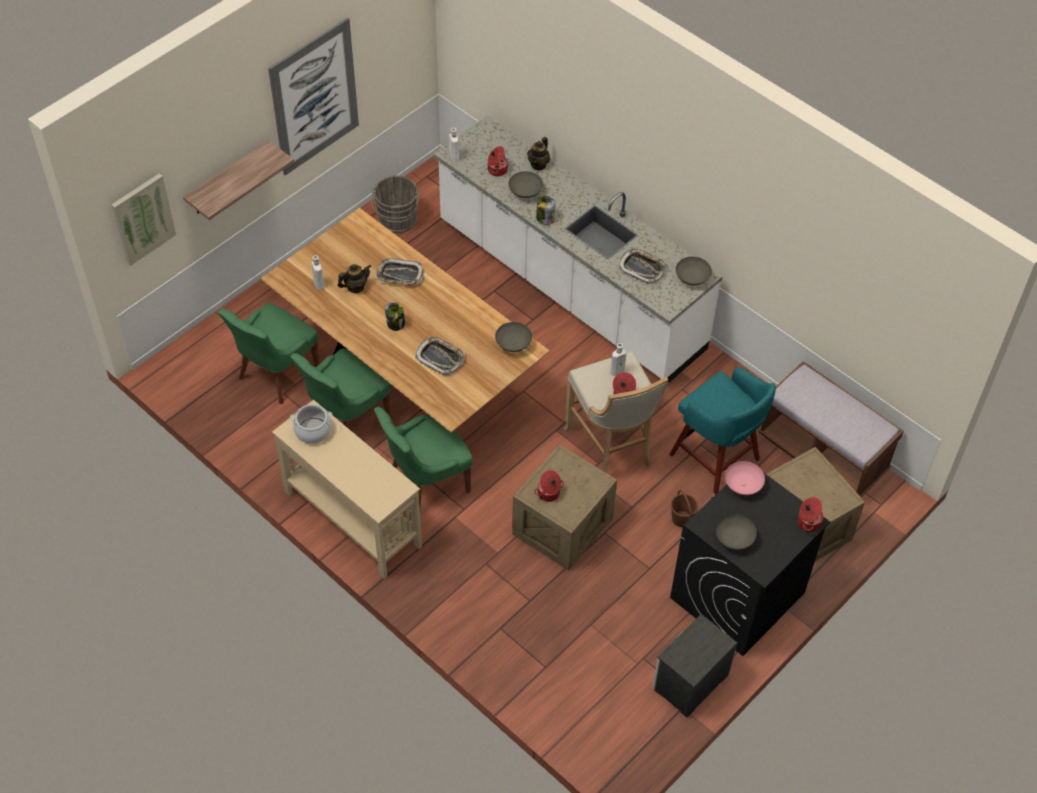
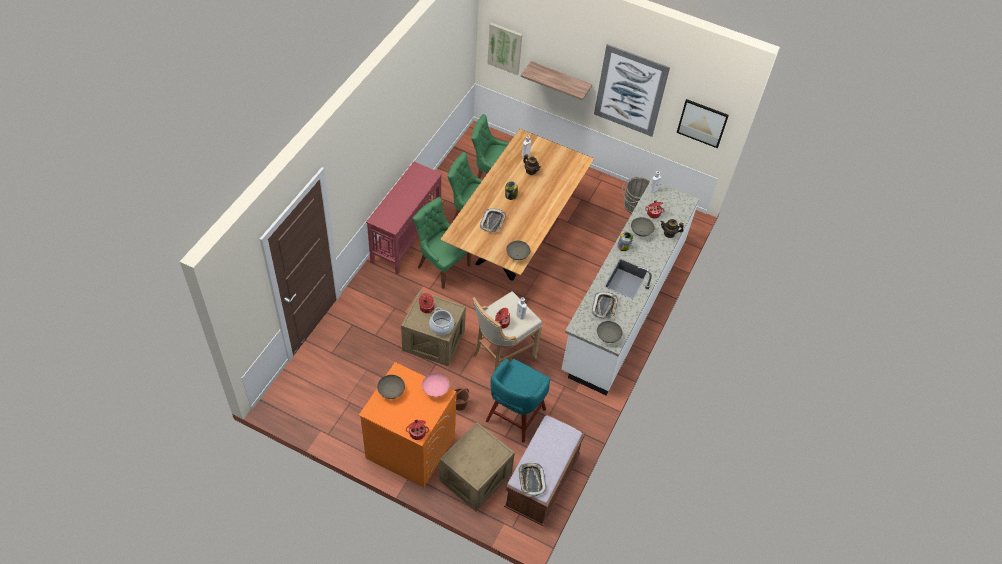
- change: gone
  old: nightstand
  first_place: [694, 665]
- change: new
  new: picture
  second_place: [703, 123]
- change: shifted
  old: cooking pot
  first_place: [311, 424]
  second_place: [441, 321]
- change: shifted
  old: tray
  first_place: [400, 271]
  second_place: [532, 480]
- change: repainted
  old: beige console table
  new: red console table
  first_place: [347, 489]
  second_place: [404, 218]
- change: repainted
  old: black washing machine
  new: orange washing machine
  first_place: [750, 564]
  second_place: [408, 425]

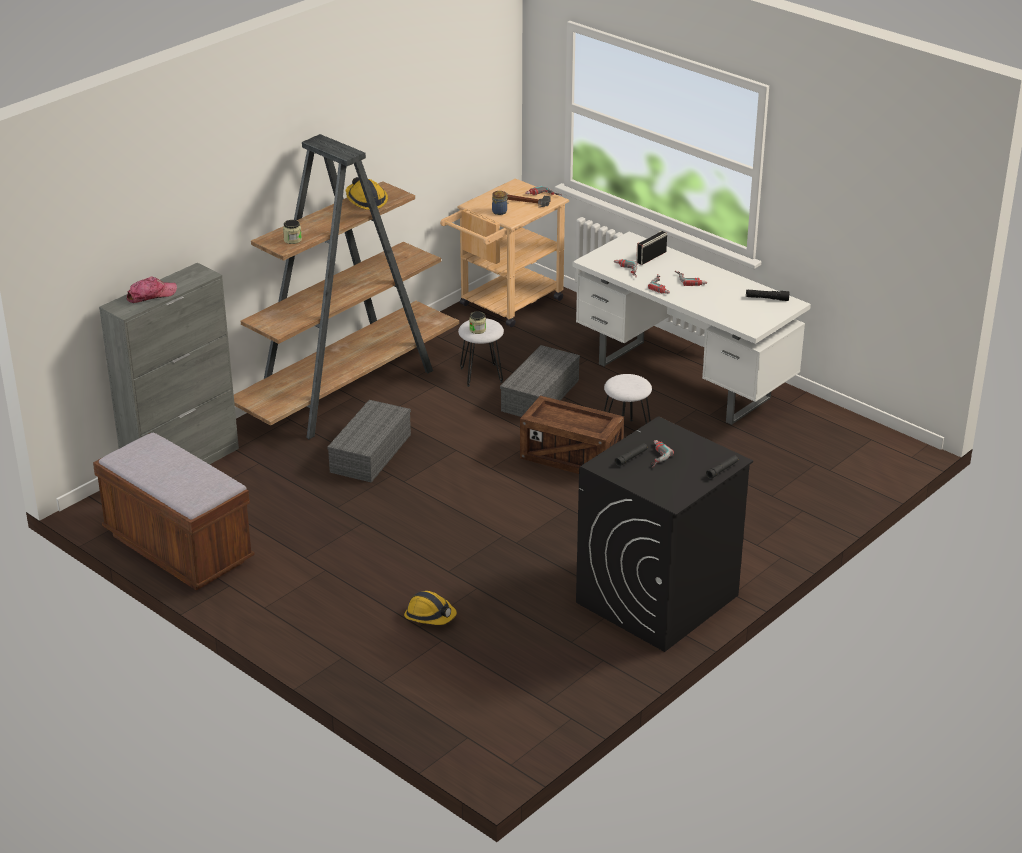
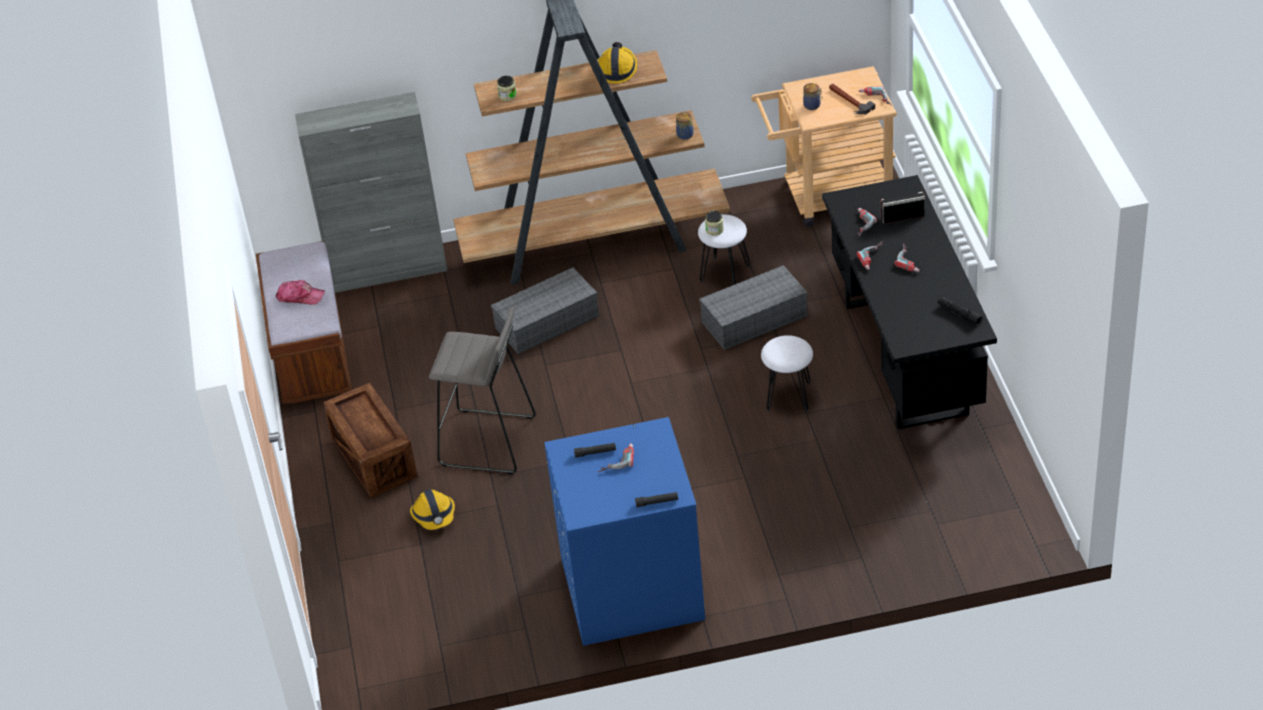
- change: new
  new: grey stool
  second_place: [482, 390]
- change: new
  new: jar
  second_place: [685, 126]
- change: shifted
  old: cap
  first_place: [152, 290]
  second_place: [300, 292]
- change: shifted
  old: crate
  first_place: [572, 435]
  second_place: [370, 440]
- change: repainted
  old: white desk
  new: black desk
  first_place: [691, 328]
  second_place: [909, 302]
- change: repainted
  old: black washing machine
  new: blue washing machine
  first_place: [664, 534]
  second_place: [624, 531]

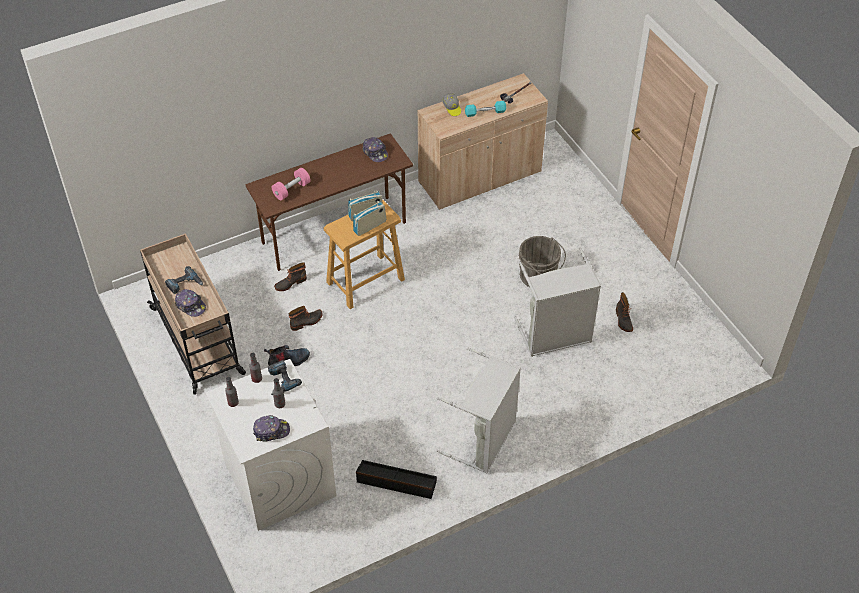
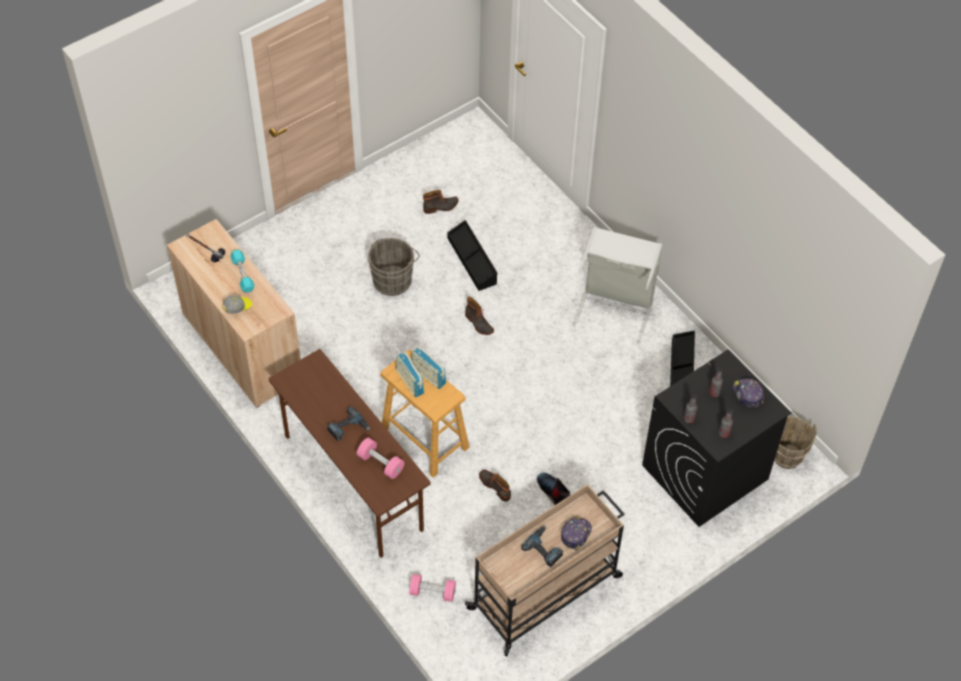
- change: gone
  old: cap
  first_place: [375, 149]
- change: new
  new: pink dumbbell
  second_place: [432, 588]
- change: new
  new: brown bucket
  second_place: [796, 443]
- change: shifted
  old: power drill
  first_place: [285, 377]
  second_place: [348, 423]
- change: shifted
  old: boot
  first_place: [290, 276]
  second_place: [479, 315]
- change: swapped
  old: grey laundry basket
  new: black storage box
  first_place: [557, 302]
  second_place: [472, 255]
- change: repainted
  old: white washing machine
  new: black washing machine
  first_place: [270, 445]
  second_place: [717, 438]

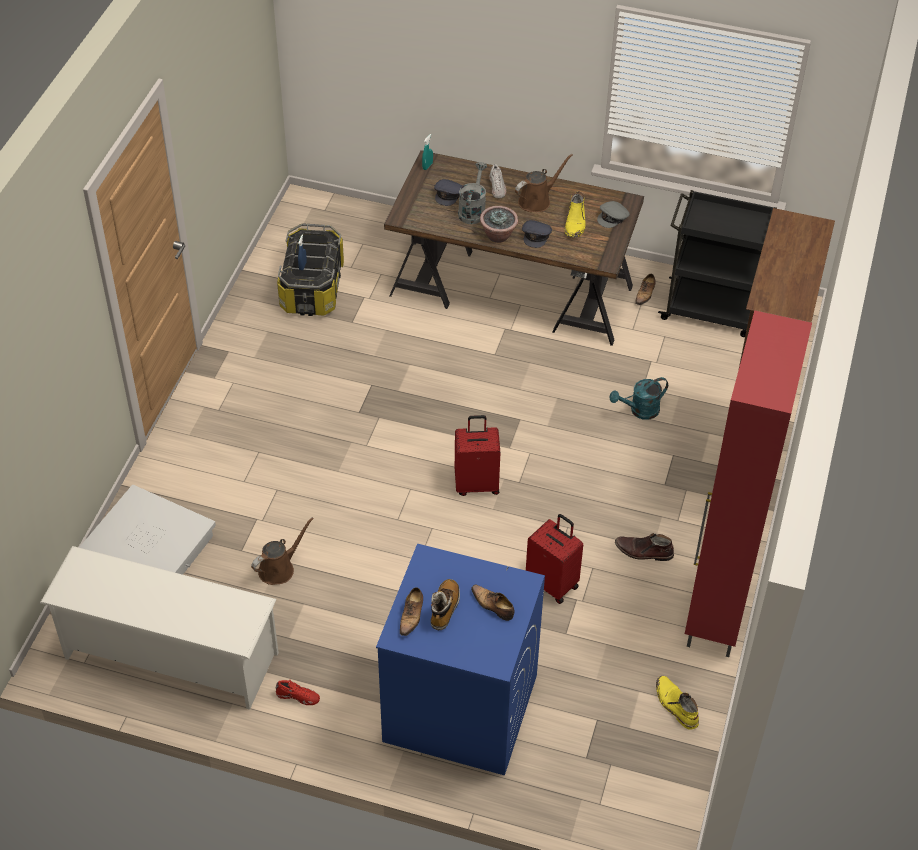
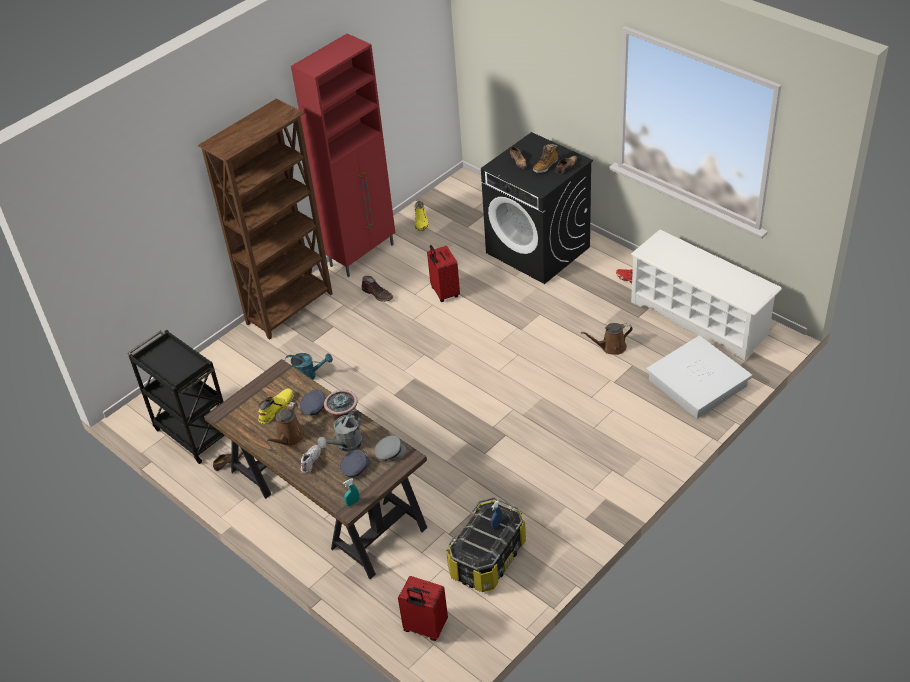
- change: shifted
  old: red suitcase
  first_place: [477, 455]
  second_place: [423, 608]
- change: shifted
  old: grey cap
  first_place: [613, 214]
  second_place: [390, 448]
- change: repainted
  old: blue washing machine
  new: black washing machine
  first_place: [460, 659]
  second_place: [537, 208]
- change: rotated
  old: brown watering can
  first_place: [544, 183]
  second_place: [285, 424]
  degrees: -60

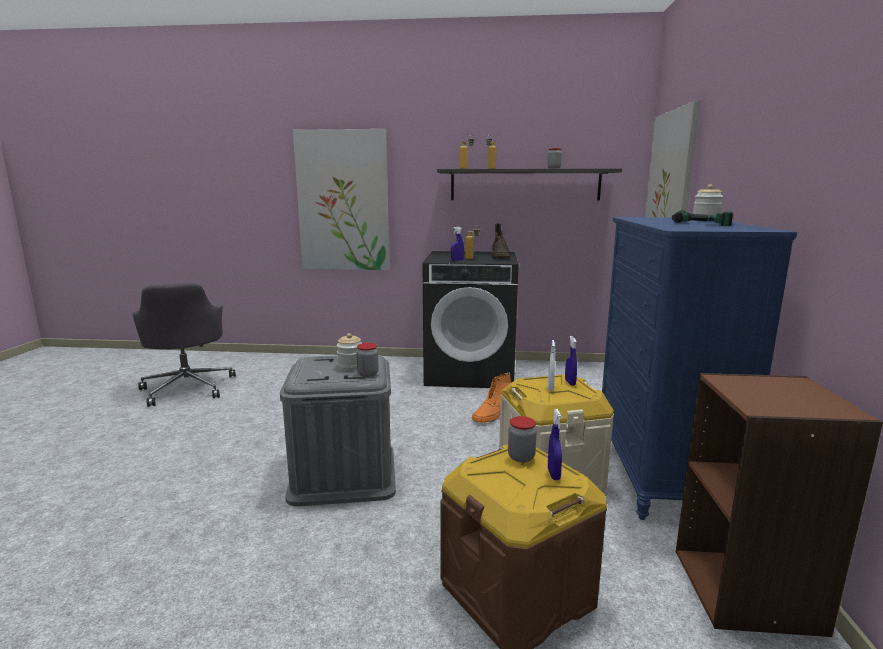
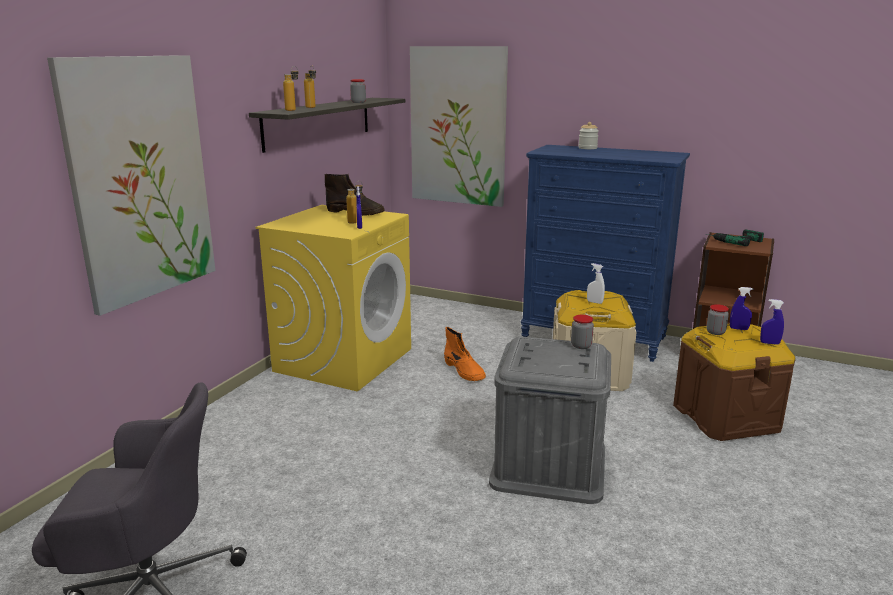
- change: gone
  old: jar
  first_place: [349, 352]
- change: shifted
  old: blue spray bottle
  first_place: [571, 361]
  second_place: [772, 322]
- change: shifted
  old: power drill
  first_place: [702, 218]
  second_place: [735, 238]
- change: repainted
  old: black washing machine
  new: yellow washing machine
  first_place: [471, 319]
  second_place: [333, 298]

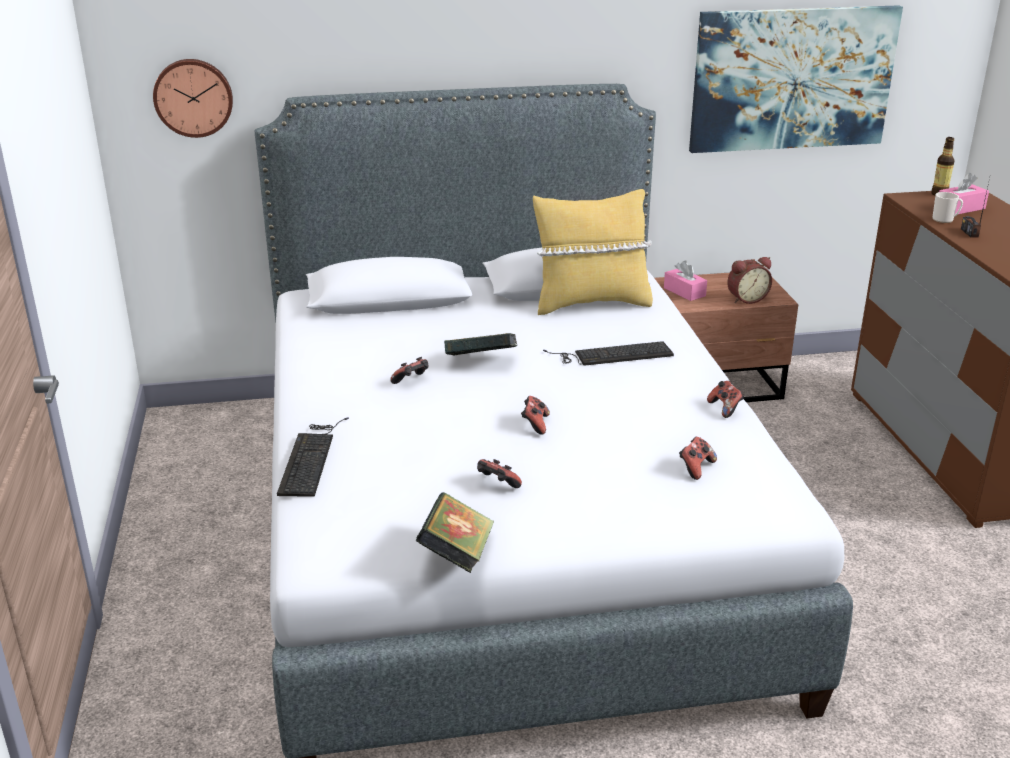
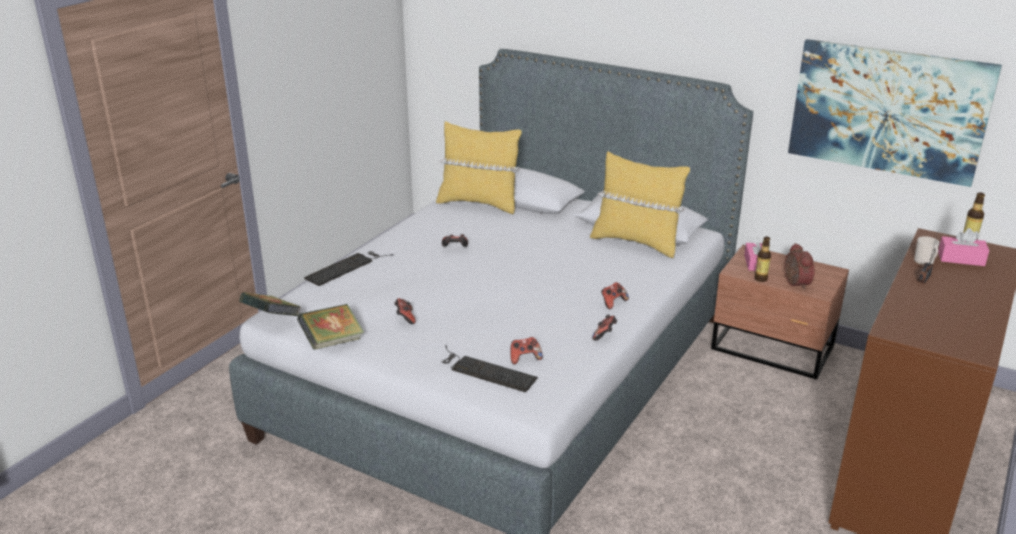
- change: gone
  old: wall clock
  first_place: [193, 98]
- change: new
  new: yellow pillow
  second_place: [479, 167]
- change: new
  new: bottle
  second_place: [763, 259]
- change: shifted
  old: book
  first_place: [480, 344]
  second_place: [270, 304]
- change: shifted
  old: game controller
  first_place: [535, 415]
  second_place: [615, 295]
- change: shifted
  old: keyboard
  first_place: [608, 353]
  second_place: [489, 368]
- change: rotated
  old: alarm clock
  first_place: [749, 280]
  second_place: [799, 266]
  degrees: -120

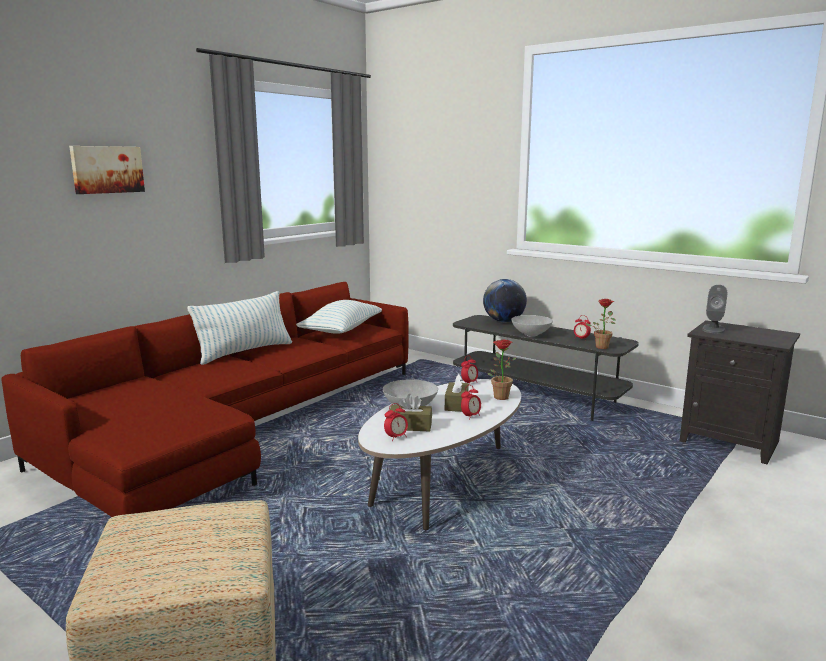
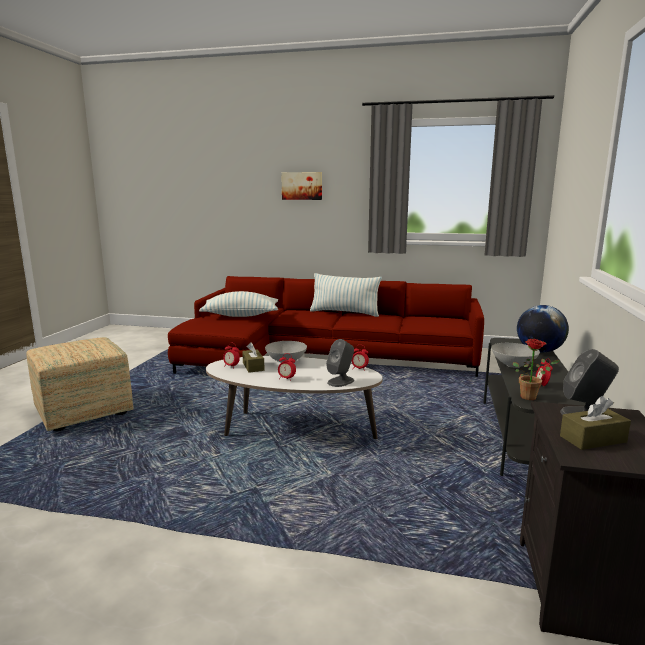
- change: shifted
  old: pillow
  first_place: [339, 317]
  second_place: [238, 304]
- change: shifted
  old: brown tissue box
  first_place: [457, 393]
  second_place: [595, 423]
- change: swapped
  old: potted plant
  new: grey speaker
  first_place: [502, 370]
  second_place: [340, 363]

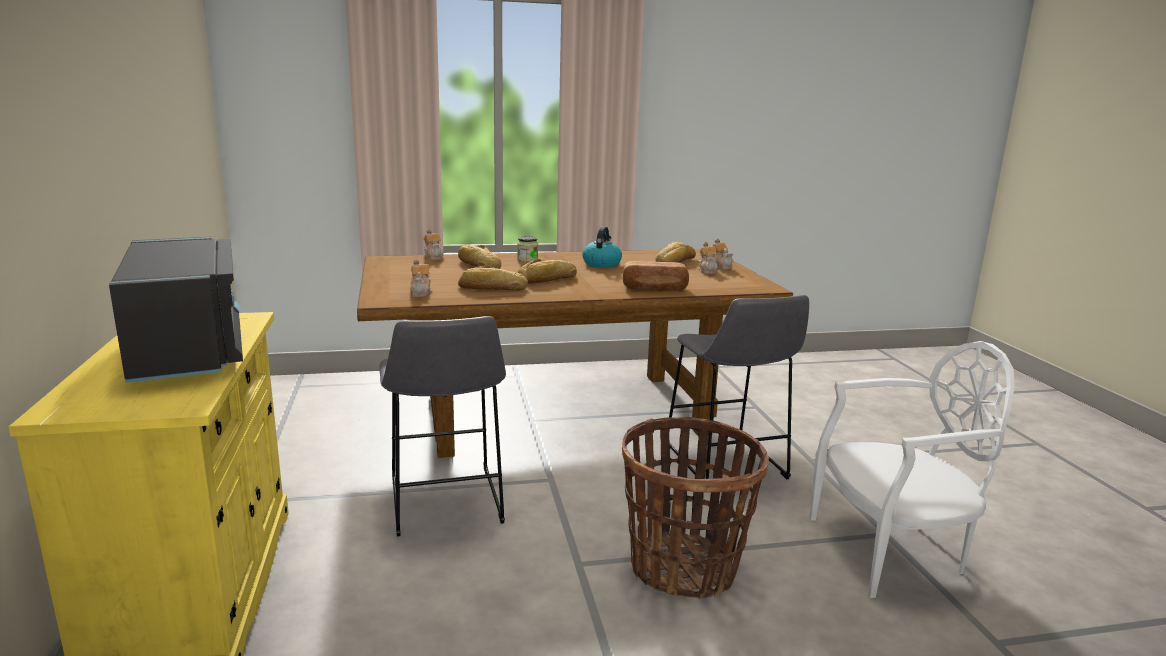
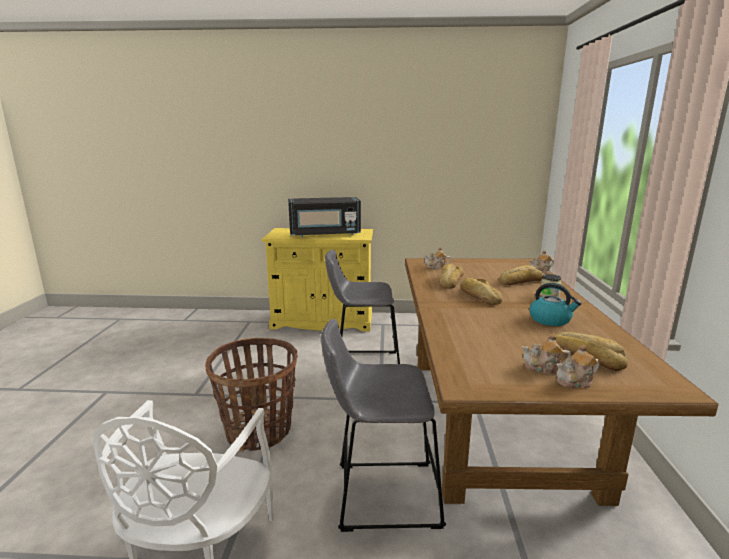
- change: gone
  old: bread
  first_place: [656, 276]

